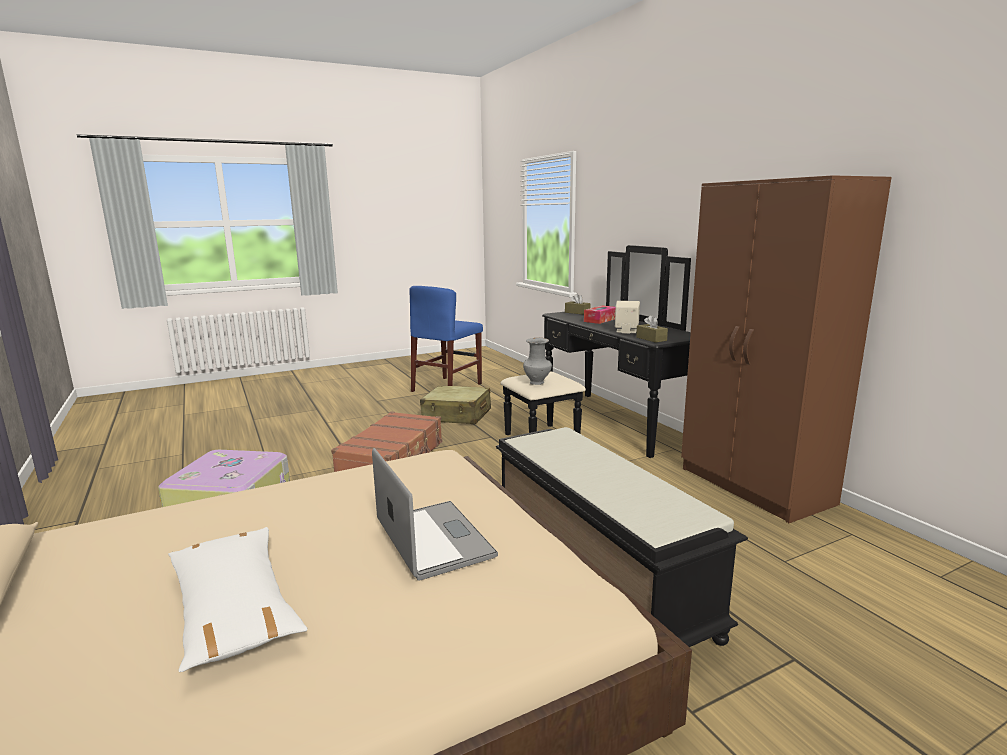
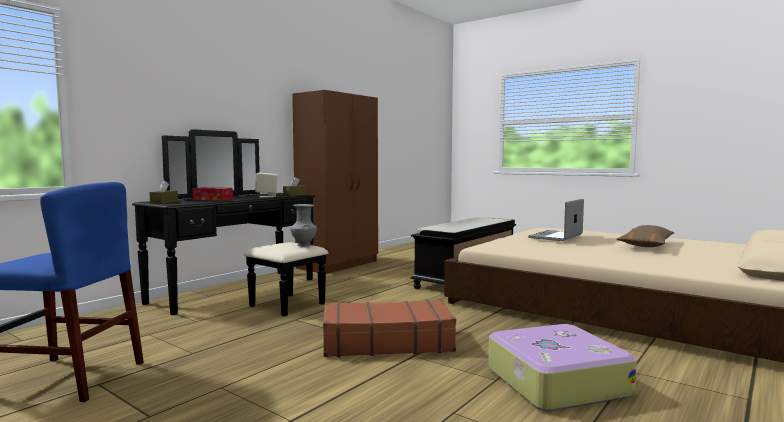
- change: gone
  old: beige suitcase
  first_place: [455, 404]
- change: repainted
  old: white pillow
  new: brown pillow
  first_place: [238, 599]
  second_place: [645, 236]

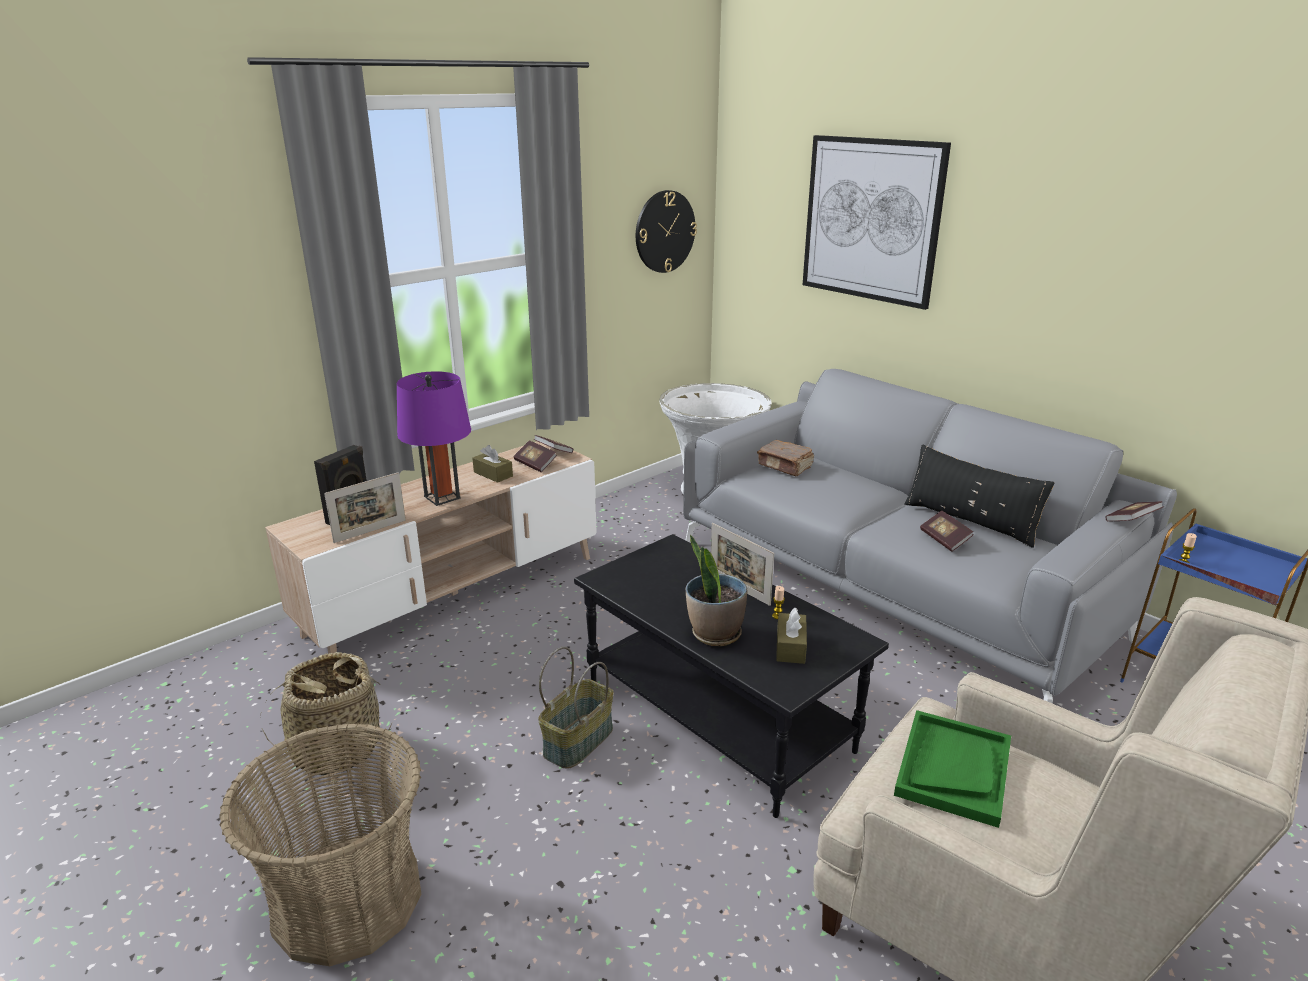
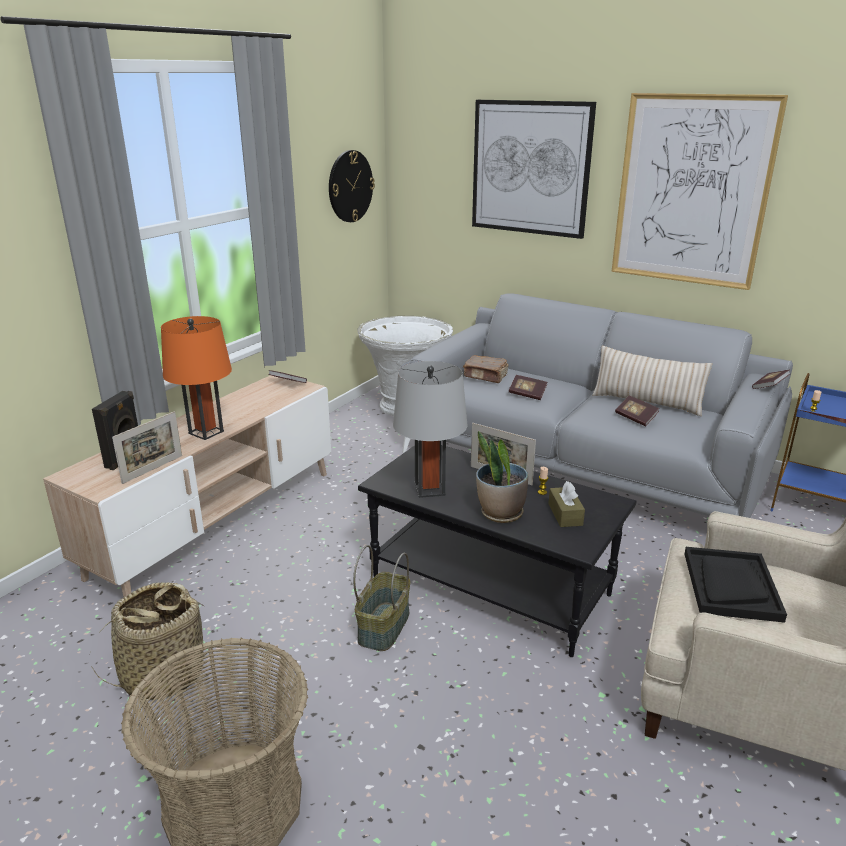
- change: gone
  old: brown tissue box
  first_place: [492, 464]
- change: new
  new: grey table lamp
  second_place: [430, 429]
- change: new
  new: picture
  second_place: [699, 191]
- change: shifted
  old: book
  first_place: [535, 456]
  second_place: [528, 387]
- change: repainted
  old: purple table lamp
  new: orange table lamp
  first_place: [434, 438]
  second_place: [196, 378]
- change: repainted
  old: green tray
  new: black tray
  first_place: [952, 769]
  second_place: [735, 585]
- change: repainted
  old: black pillow
  new: beige pillow
  first_place: [979, 496]
  second_place: [652, 381]

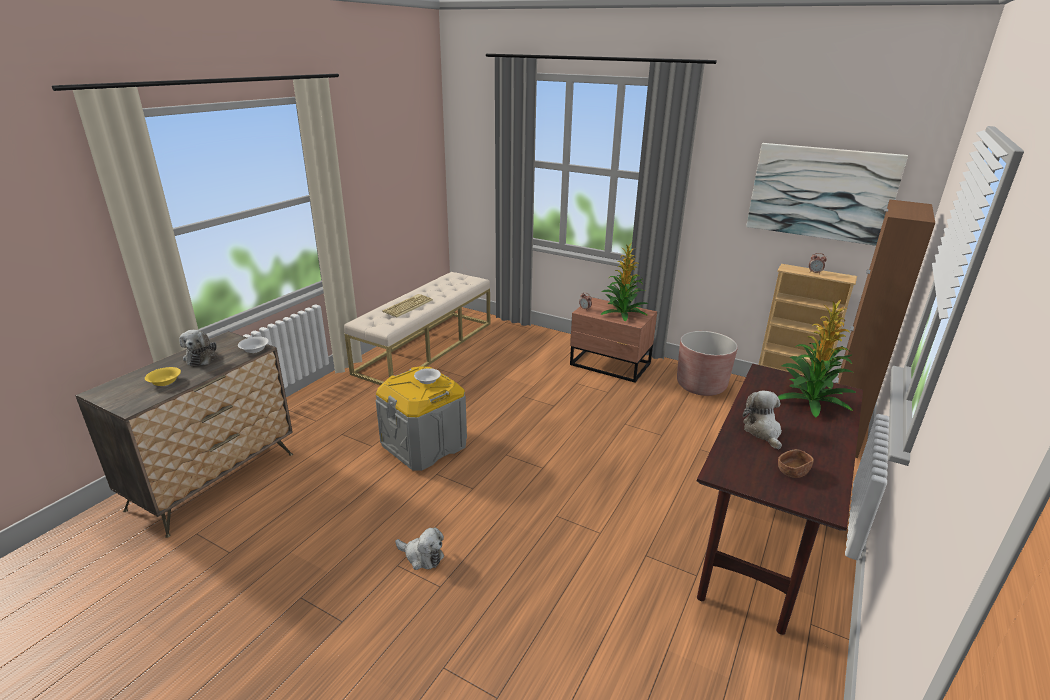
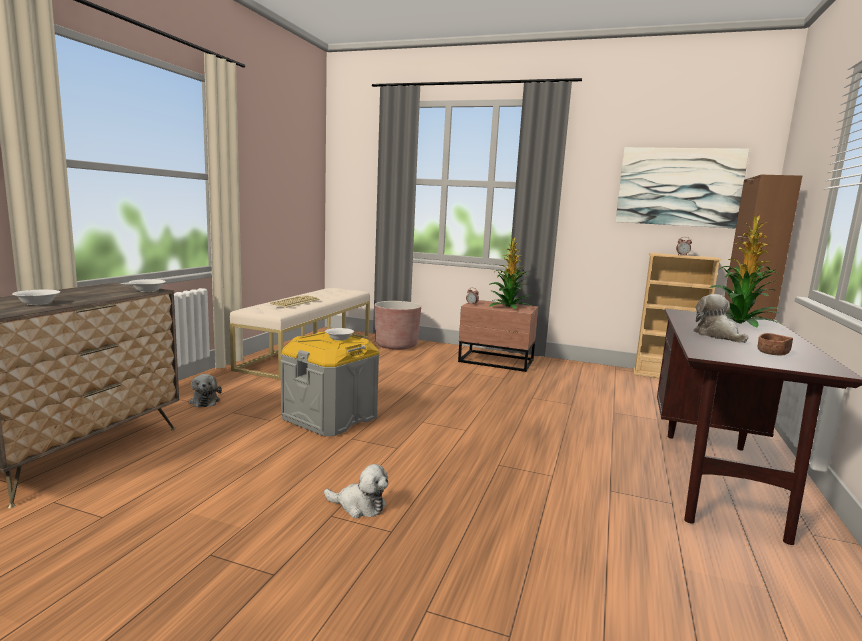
- change: shifted
  old: plush toy
  first_place: [198, 348]
  second_place: [205, 390]
- change: shifted
  old: brown planter
  first_place: [707, 363]
  second_place: [398, 325]
- change: repainted
  old: yellow bowl
  new: white bowl
  first_place: [163, 376]
  second_place: [36, 297]

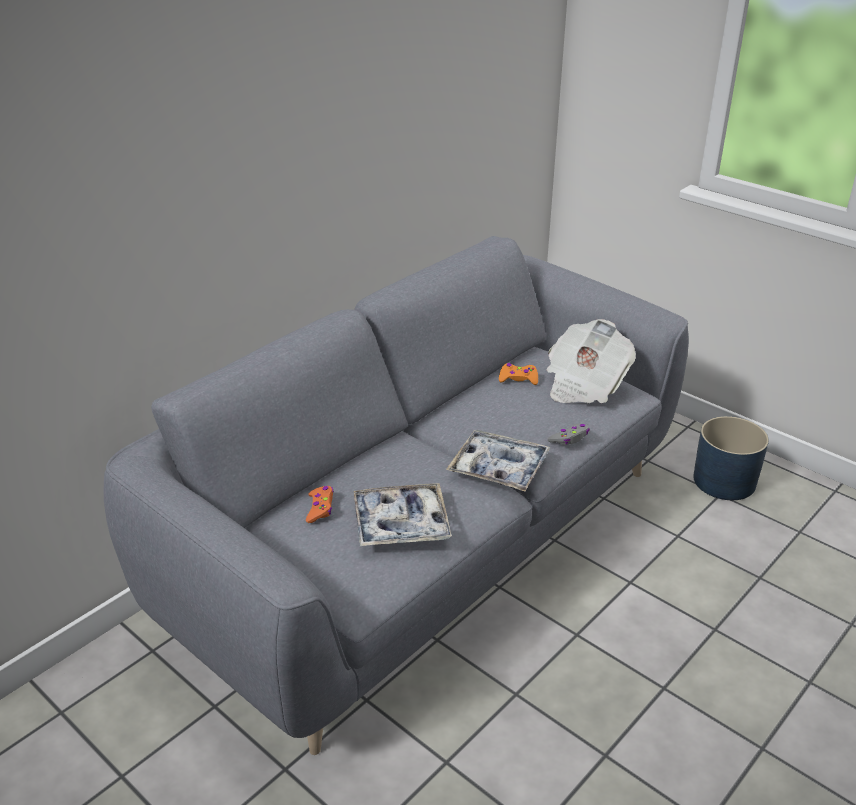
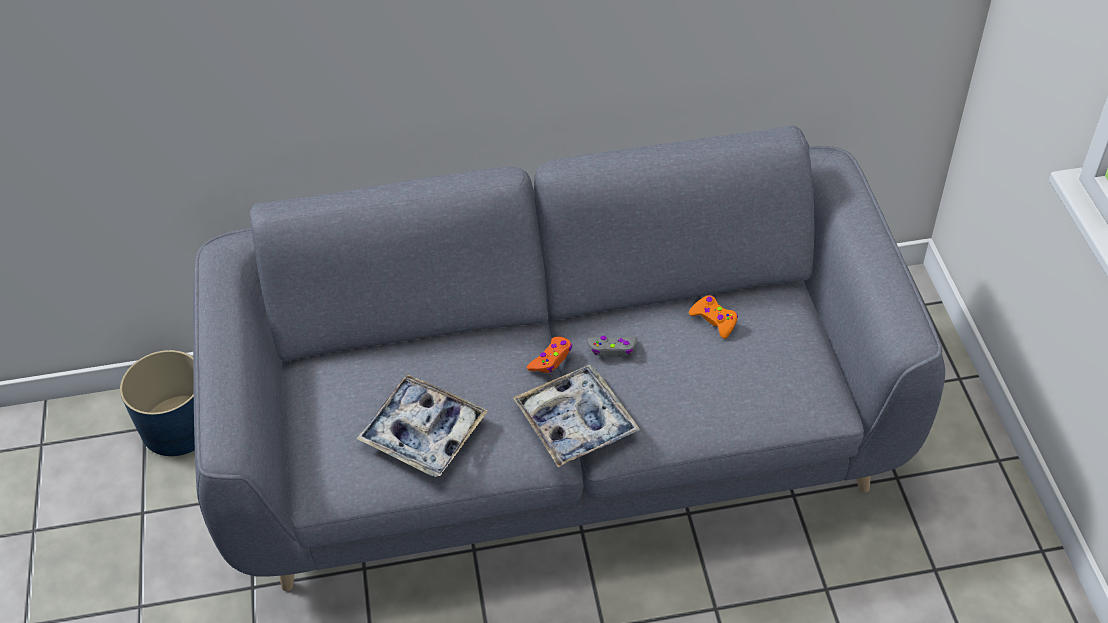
- change: gone
  old: newspaper
  first_place: [591, 361]
- change: shifted
  old: orange game controller
  first_place: [320, 504]
  second_place: [549, 354]
- change: shifted
  old: grey game controller
  first_place: [569, 434]
  second_place: [612, 346]
- change: shifted
  old: blue planter
  first_place: [731, 458]
  second_place: [157, 403]

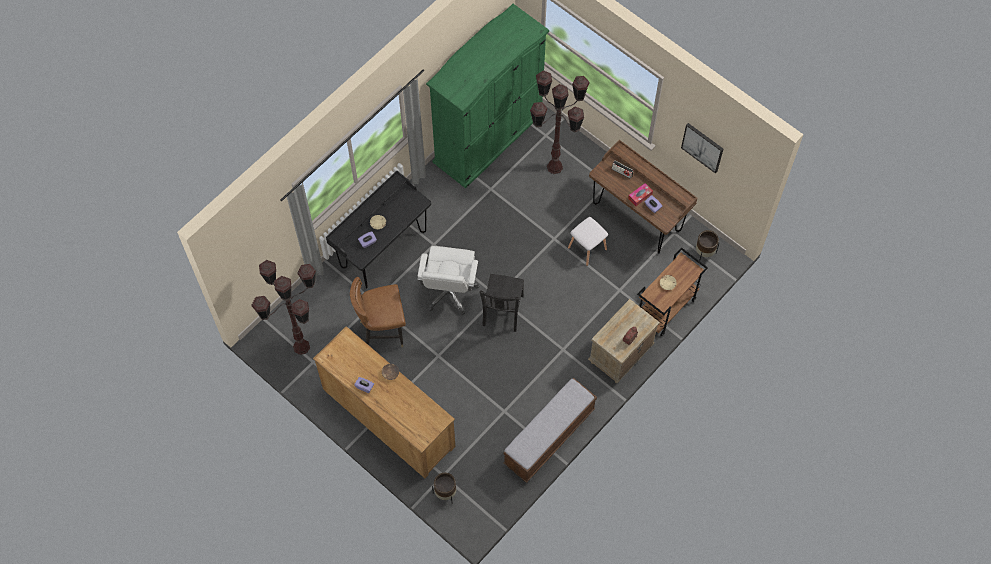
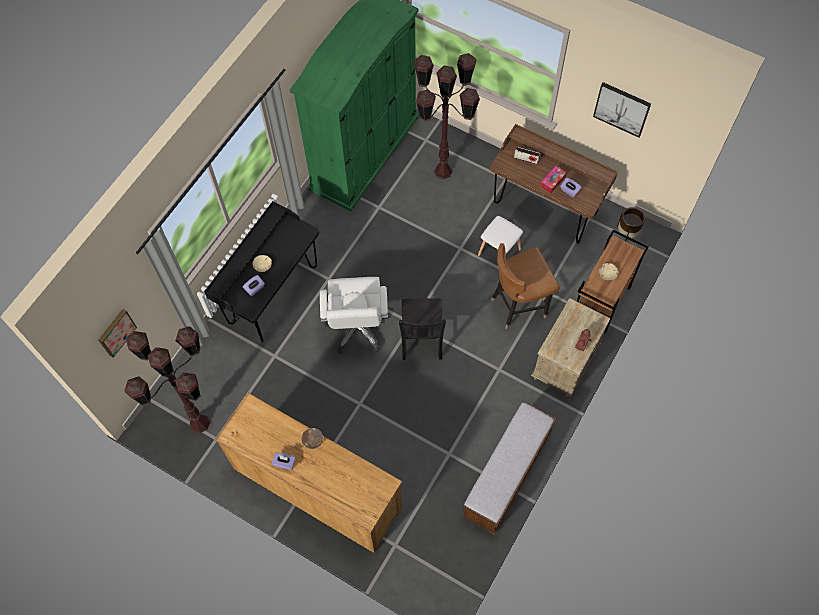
- change: gone
  old: brown planter
  first_place: [444, 488]
- change: new
  new: picture
  second_place: [118, 333]
- change: shifted
  old: brown chair
  first_place: [378, 312]
  second_place: [525, 286]

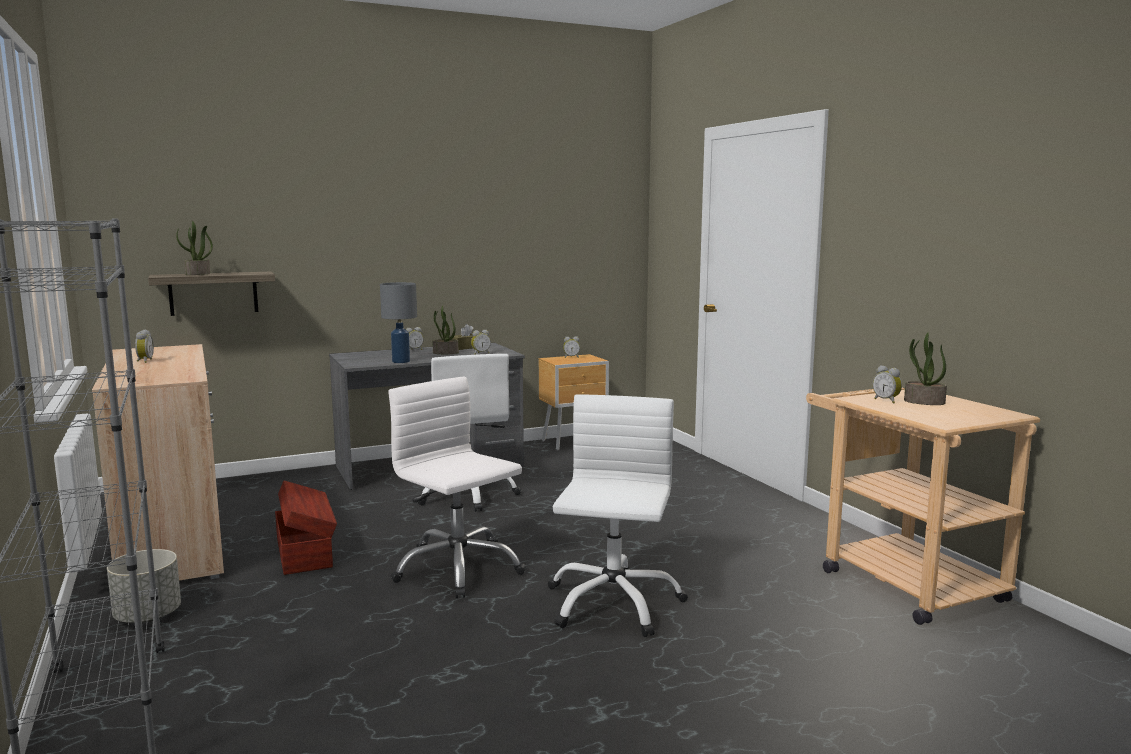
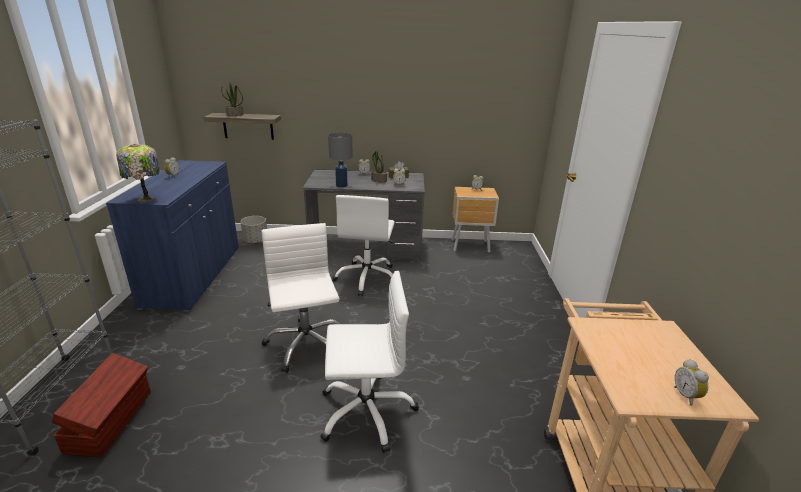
- change: gone
  old: potted plant
  first_place: [925, 369]
- change: new
  new: table lamp
  second_place: [138, 173]
- change: shifted
  old: grey planter
  first_place: [144, 586]
  second_place: [254, 230]
- change: shifted
  old: brown storage box
  first_place: [306, 528]
  second_place: [101, 405]
- change: shifted
  old: alarm clock
  first_place: [887, 384]
  second_place: [691, 382]
- change: repainted
  old: beige cabinet
  new: blue cabinet
  first_place: [158, 462]
  second_place: [172, 236]
- change: rotated
  old: white office chair
  first_place: [618, 515]
  second_place: [369, 362]
  degrees: 45

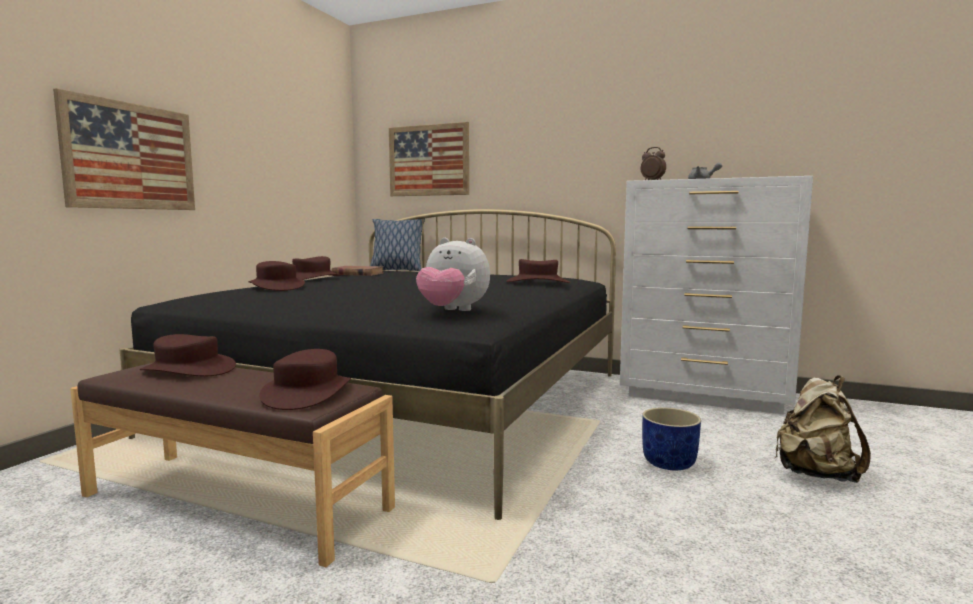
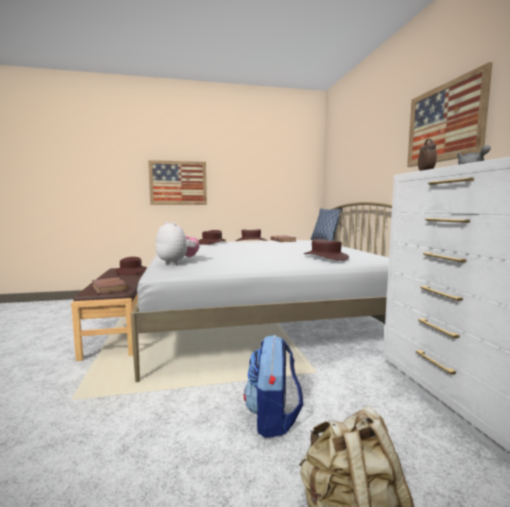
- change: shifted
  old: picture
  first_place: [429, 159]
  second_place: [450, 114]
- change: swapped
  old: brown hat
  new: brown book
  first_place: [305, 379]
  second_place: [110, 285]
- change: swapped
  old: blue planter
  new: backpack
  first_place: [671, 438]
  second_place: [273, 386]
- change: repainted
  old: black bed
  new: white bed
  first_place: [367, 364]
  second_place: [261, 292]
- change: rotated
  old: plush toy
  first_place: [453, 274]
  second_place: [177, 243]
  degrees: 150

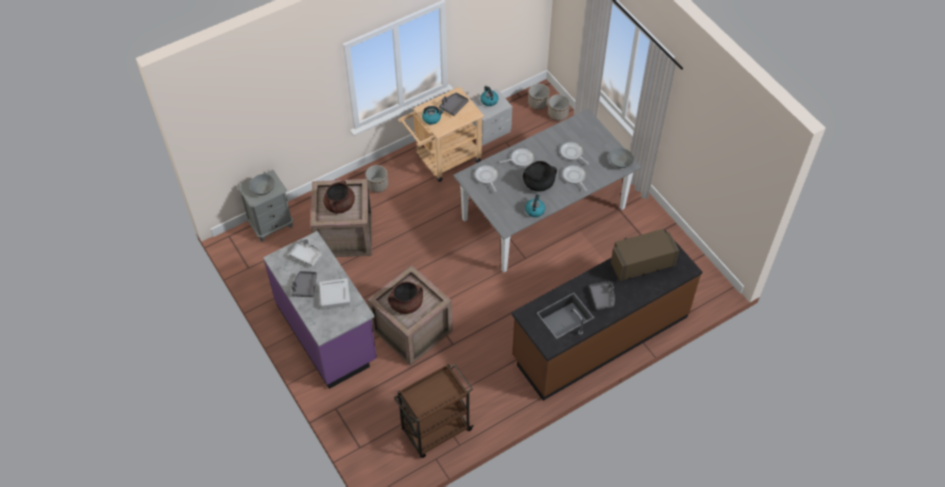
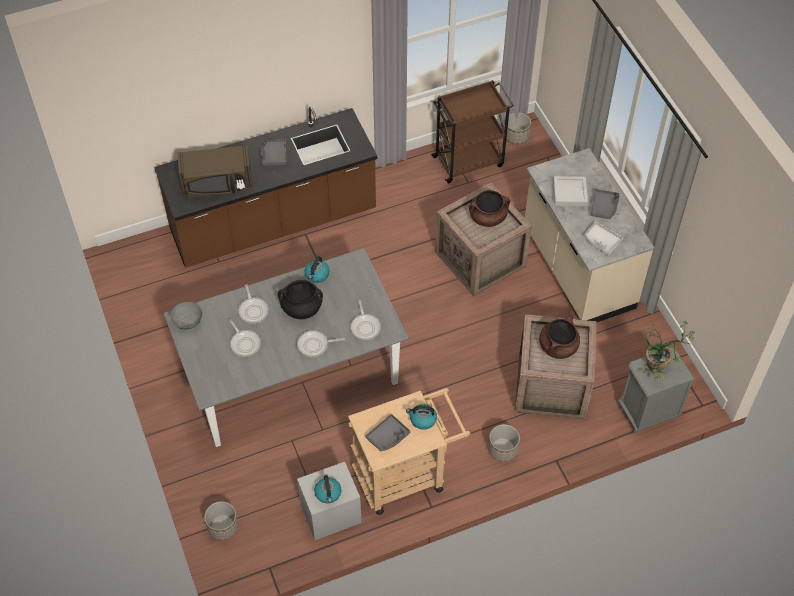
- change: shifted
  old: planter
  first_place: [539, 97]
  second_place: [518, 128]
- change: swapped
  old: grey bowl
  new: potted plant
  first_place: [262, 184]
  second_place: [669, 351]
- change: repainted
  old: purple counter
  new: beige counter
  first_place: [320, 310]
  second_place: [589, 235]

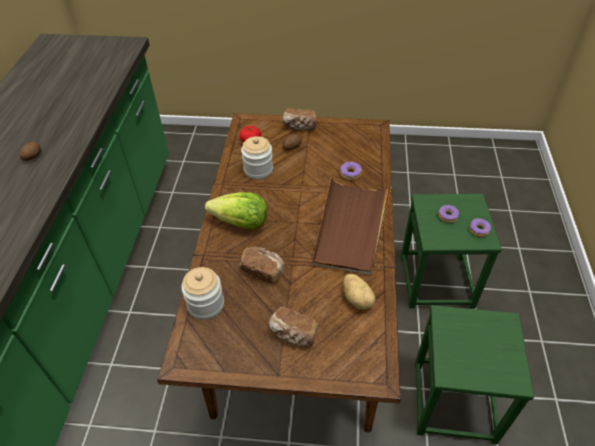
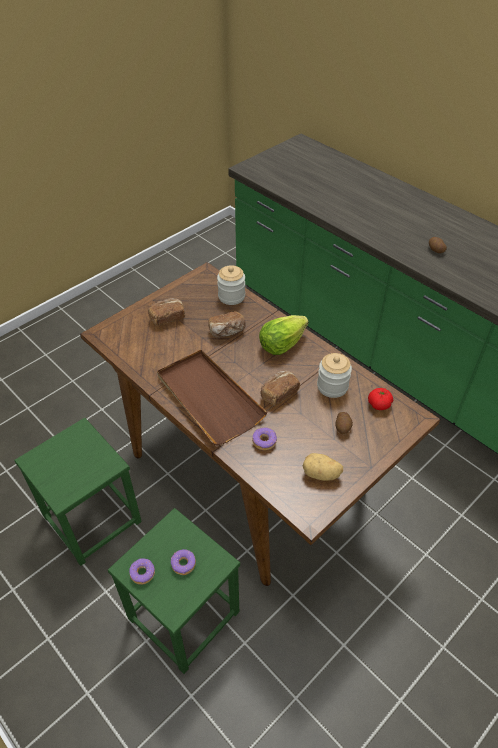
- change: shifted
  old: bread
  first_place: [300, 119]
  second_place: [280, 388]
- change: shifted
  old: potato
  first_place: [359, 292]
  second_place: [323, 467]

